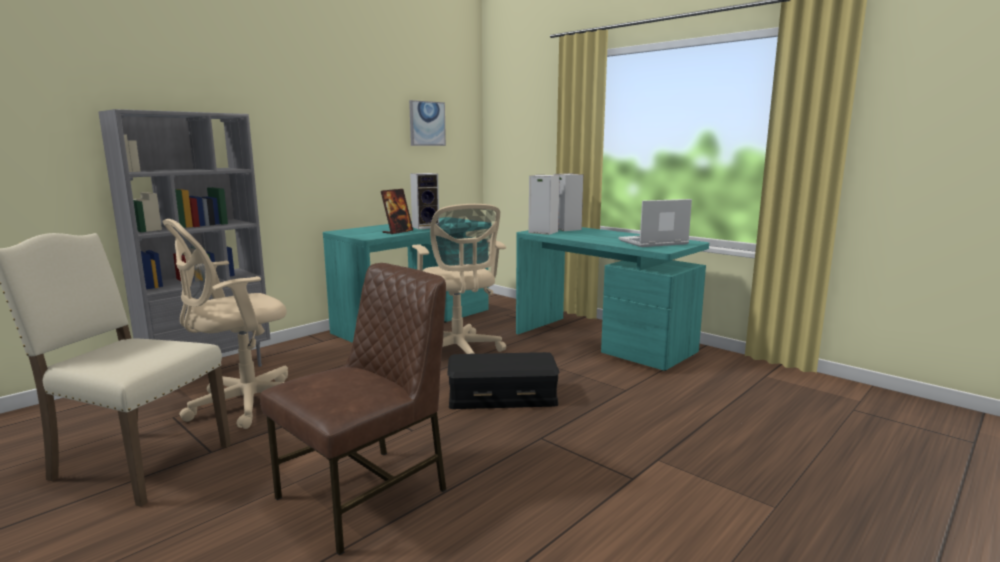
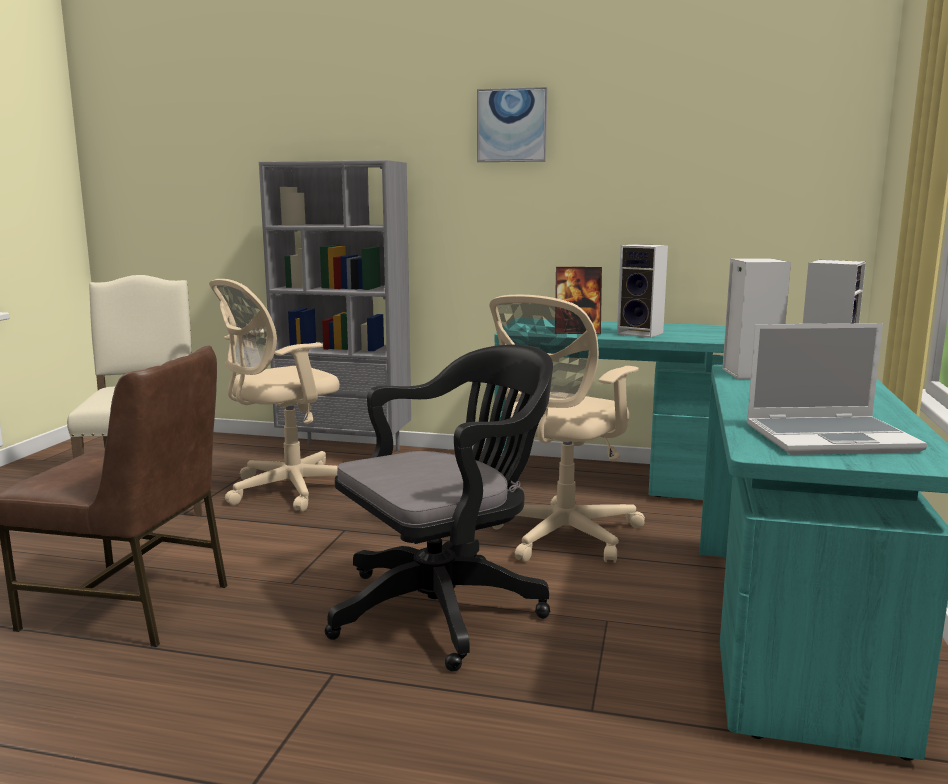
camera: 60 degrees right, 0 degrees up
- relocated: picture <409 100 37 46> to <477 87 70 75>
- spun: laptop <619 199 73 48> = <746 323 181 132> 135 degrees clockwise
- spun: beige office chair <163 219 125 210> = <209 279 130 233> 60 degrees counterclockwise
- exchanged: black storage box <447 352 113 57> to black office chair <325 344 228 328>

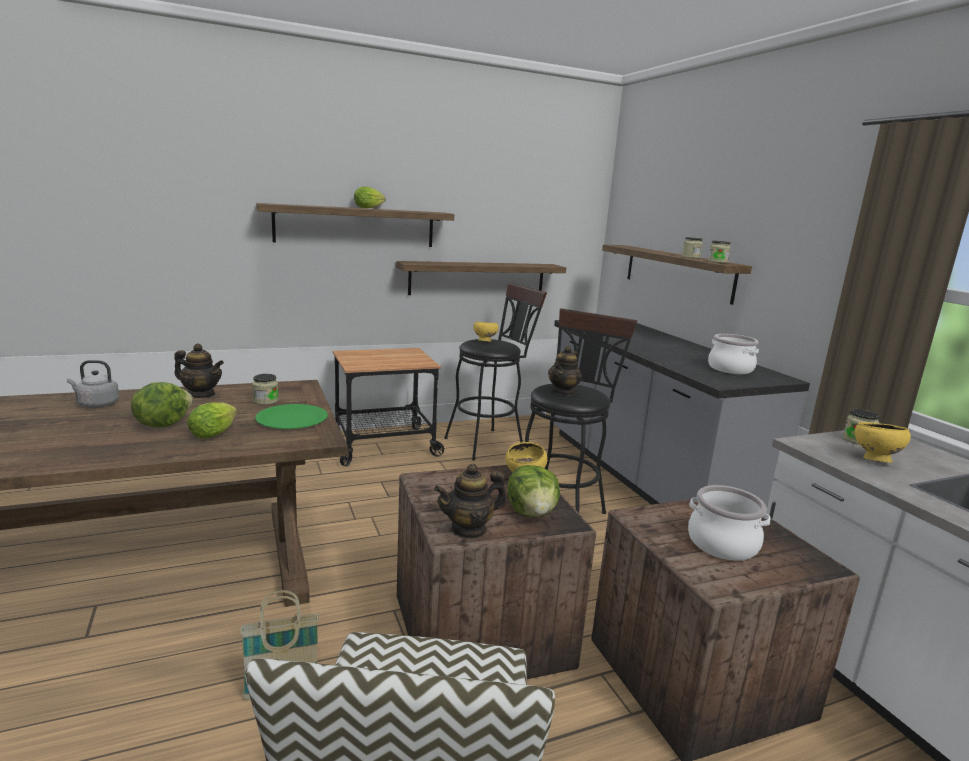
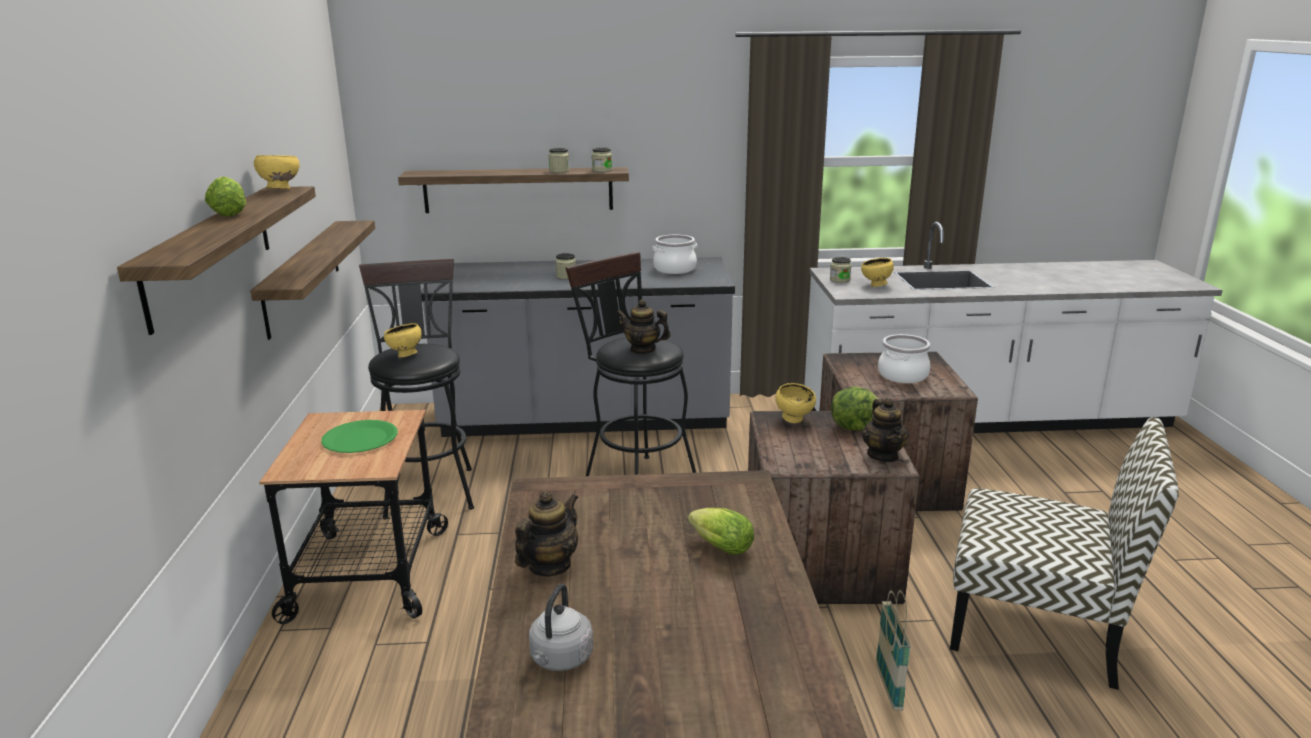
camera: 70 degrees left, 5 degrees up
- spun: teapot <548 346 34 50> = <616 300 54 54> 150 degrees clockwise
- relocated: jar <252 374 27 31> to <555 253 21 26>
- missing: lettuce <131 382 62 46>
- relocated: green plate <255 404 72 25> to <321 420 77 33>
- appeared: yellow bowl <254 155 46 34>

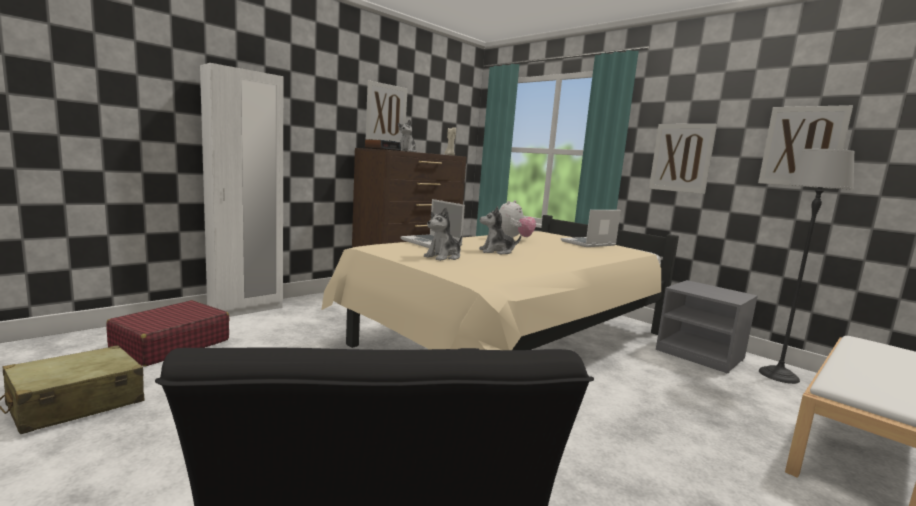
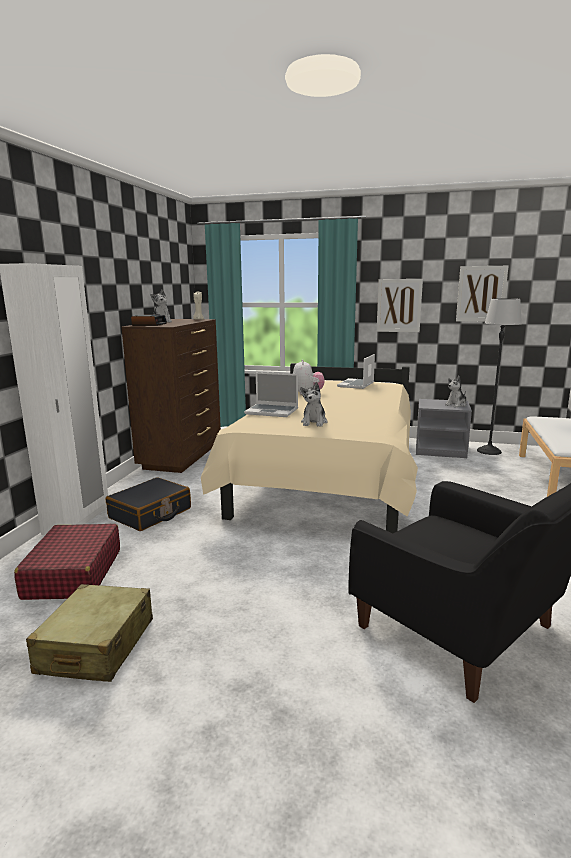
camera: 30 degrees left, 5 degrees up
- missing: picture <366 80 42 62>
- relocated: plush toy <479 206 42 49> to <445 376 22 32>
- appeared: black suitcase <106 477 85 54>

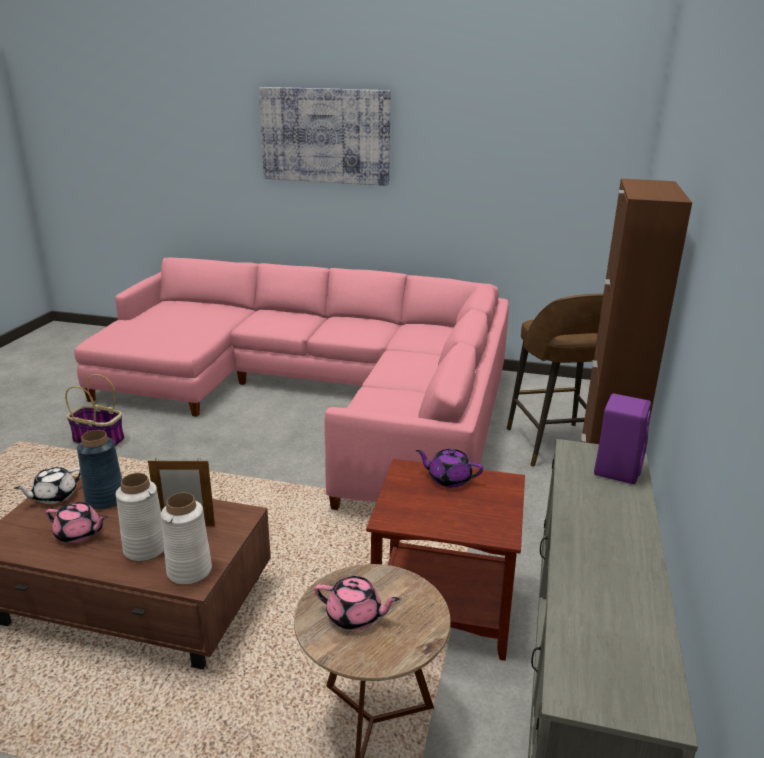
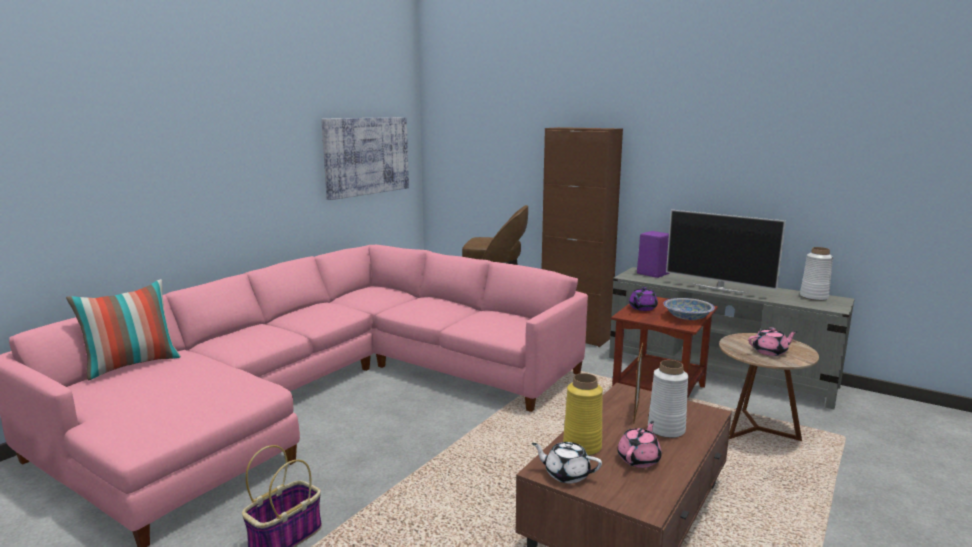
camera: 70 degrees left, 10 degrees down
- relocated: picture <259 87 132 99> to <321 117 88 83>
- colour: blue vase <77 430 45 80> to yellow vase <563 373 40 83>
- spun: white teapot <14 467 67 37> = <532 442 70 41> 135 degrees clockwise
- relocated: white vase <161 493 51 92> to <800 247 33 54>
- spun: pink teapot <315 576 85 54> = <748 327 49 29> 45 degrees clockwise
- appeared: television <666 210 120 84>
- appeared: pillow <66 279 115 102>
- appeared: bowl <663 298 52 22>

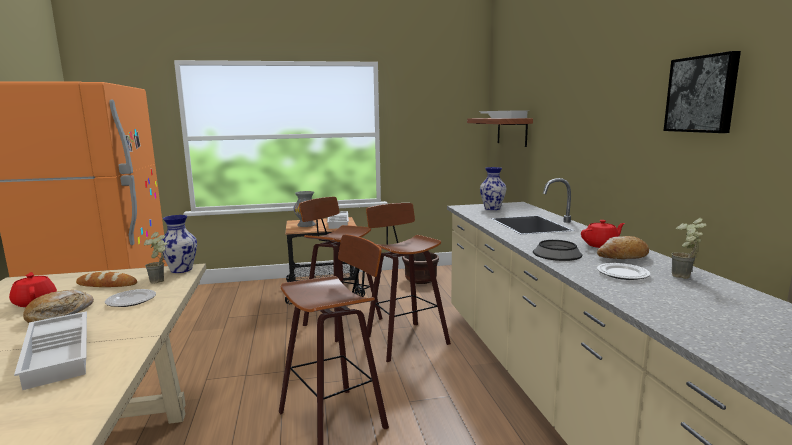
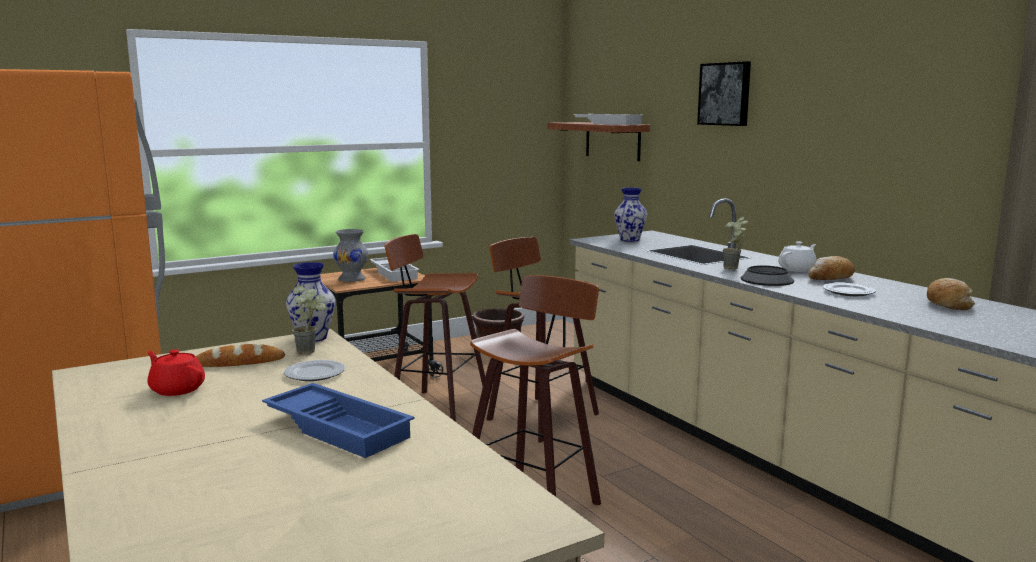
camera: 20 degrees left, 0 degrees up
- relocated: picture <663 51 78 82> to <697 61 54 65>
- relocated: potted plant <672 218 35 61> to <723 216 25 54>
- colour: red teapot <581 220 44 28> to white teapot <778 241 39 31>
- relocated: bread <23 290 71 33> to <927 278 48 32>
- colour: white tray <14 311 73 79> to blue tray <262 383 153 75>

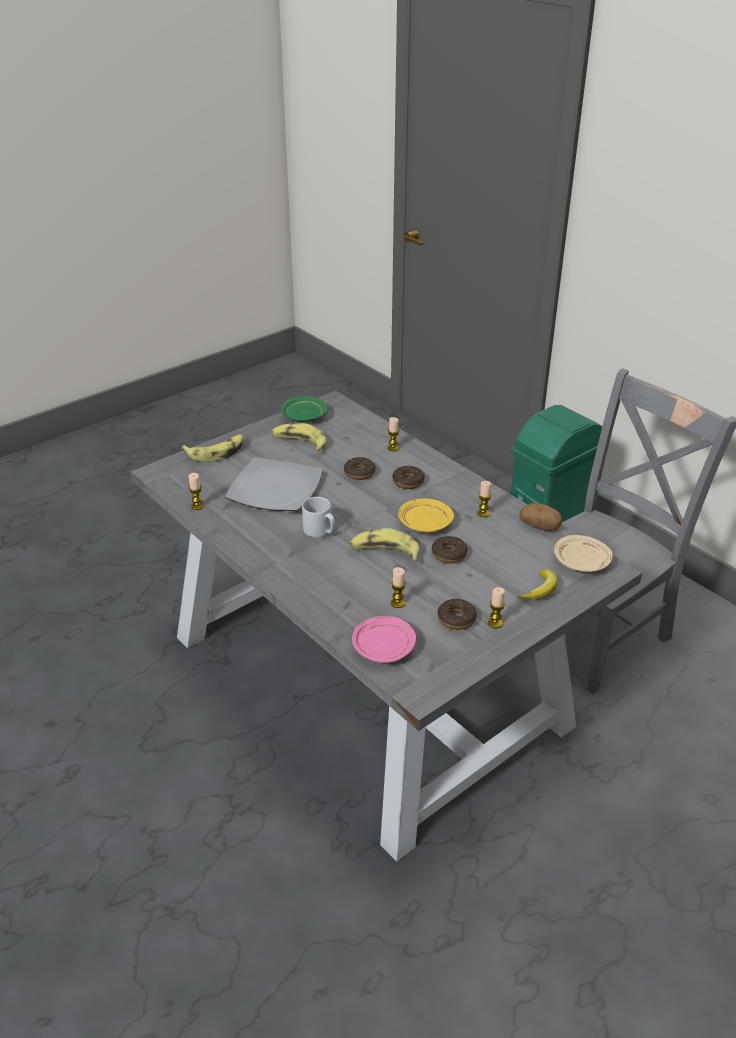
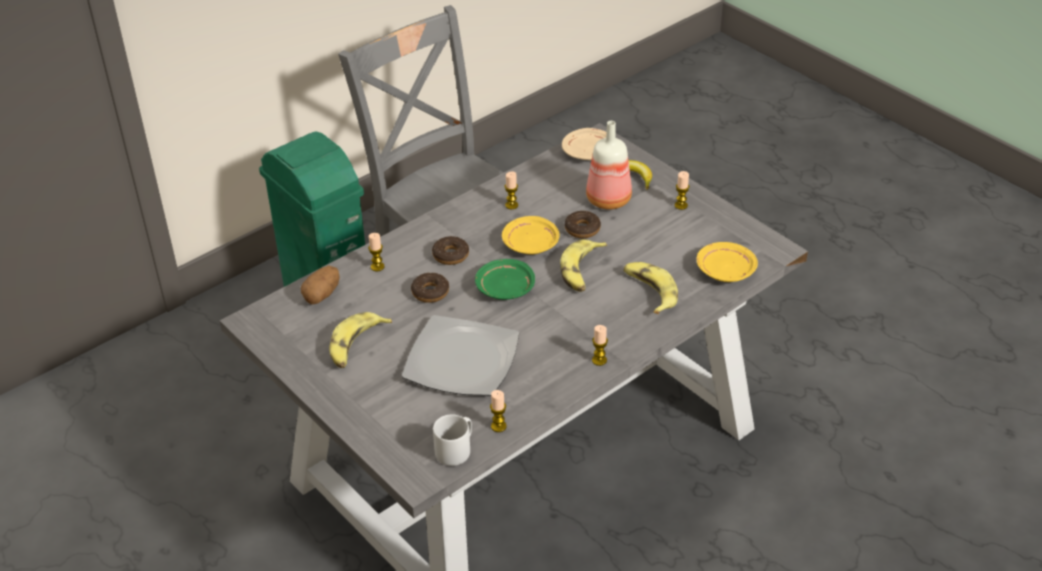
camera: 90 degrees left, 5 degrees up
- relocated: green plate <281 396 47 26> to <475 259 60 41>
- relocated: banana <182 435 61 27> to <623 262 55 52>
- relocated: grey mug <302 497 33 41> to <433 414 39 52>
- relocated: potato <519 503 43 28> to <301 265 39 39>
- relocated: candle <391 567 15 41> to <592 325 16 41>
- missing: donut <437 599 40 31>
- colour: pink plate <352 616 64 47> to yellow plate <697 242 61 40>
- appeared: bottle <586 121 46 89>

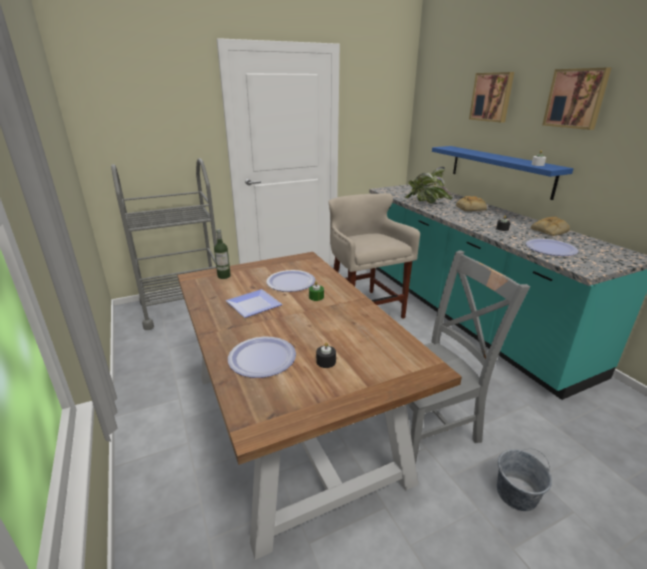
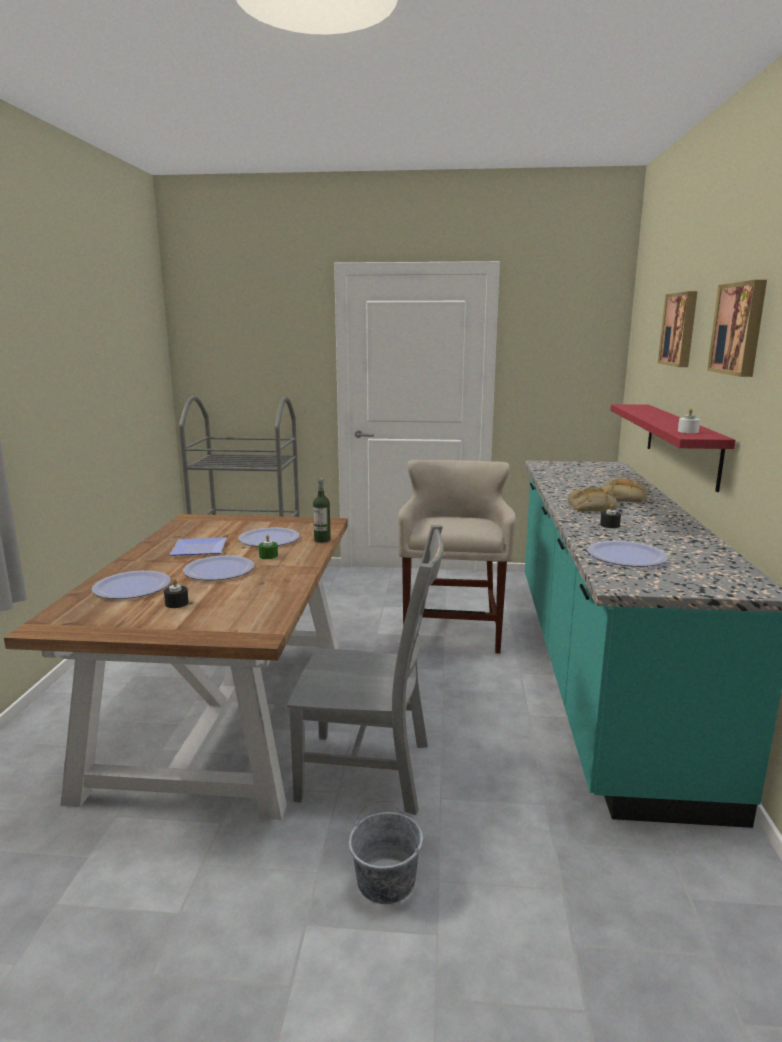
camera: 30 degrees right, 10 degrees down
- colour: blue shelf <432 146 142 54> to red shelf <610 404 126 88>
- missing: potted plant <405 167 48 36>
- relocated: bread <531 217 39 19> to <568 487 50 24>
- relocated: bottle <214 229 17 50> to <313 478 18 65>
- appeared: plate <183 556 71 24>

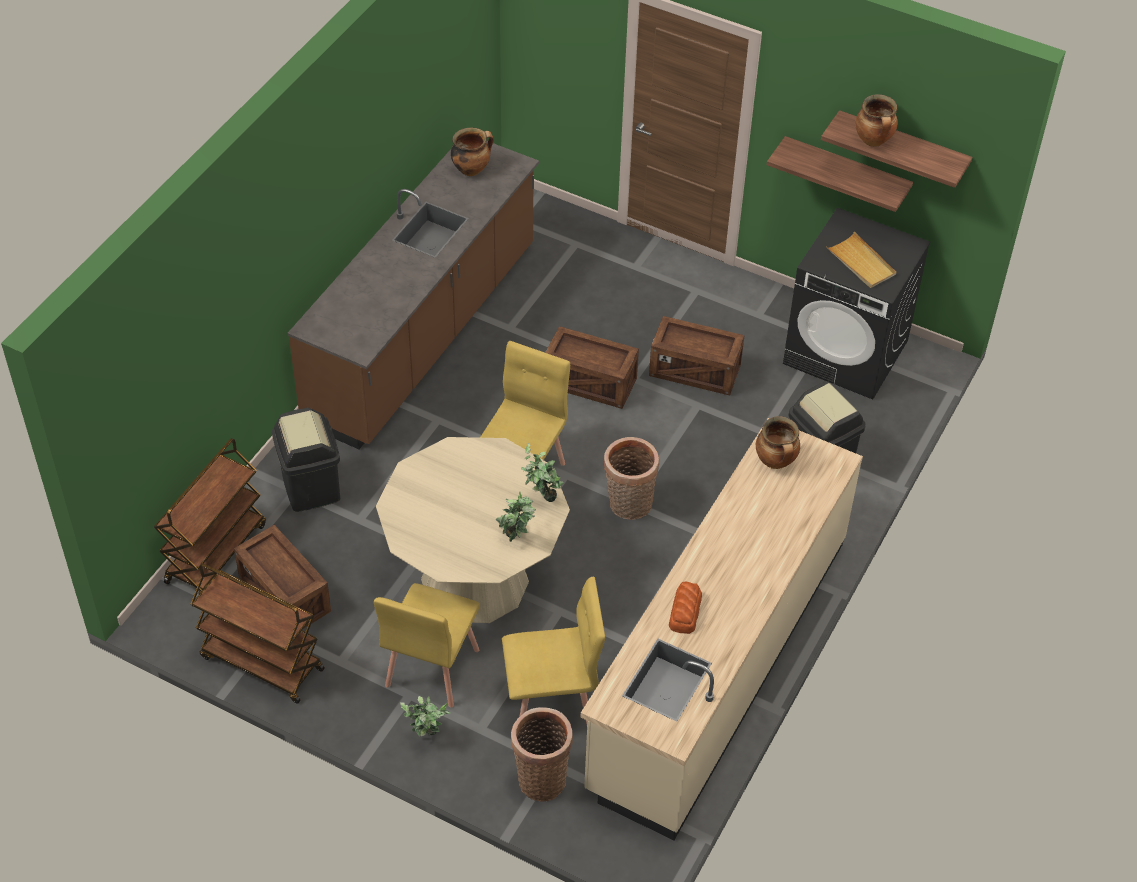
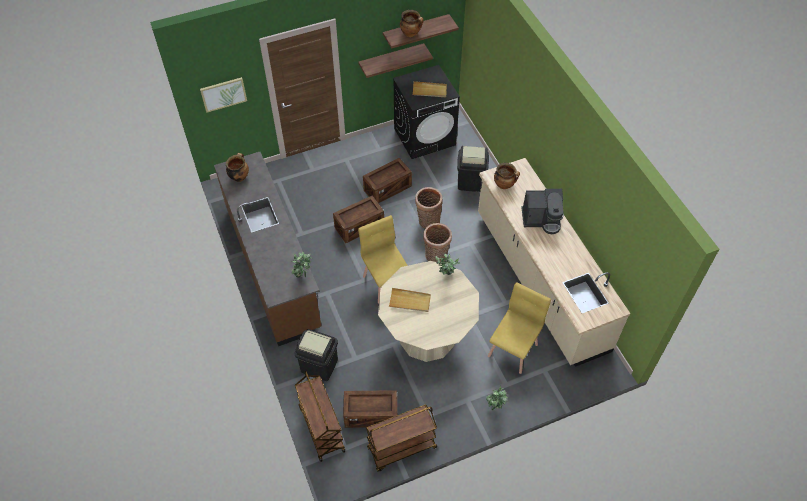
camera: 50 degrees left, 5 degrees up
- relocated: potted plant <496 492 40 50> to <291 252 21 25>
- missing: bread <669 581 33 53>
- missing: yellow chair <374 583 106 125>
- relocated: basket <511 707 62 94> to <415 187 28 42>
- appeared: picture <200 77 47 36>
- appeared: coffee machine <521 189 43 45>
- appeared: beige tray <389 288 42 24>

